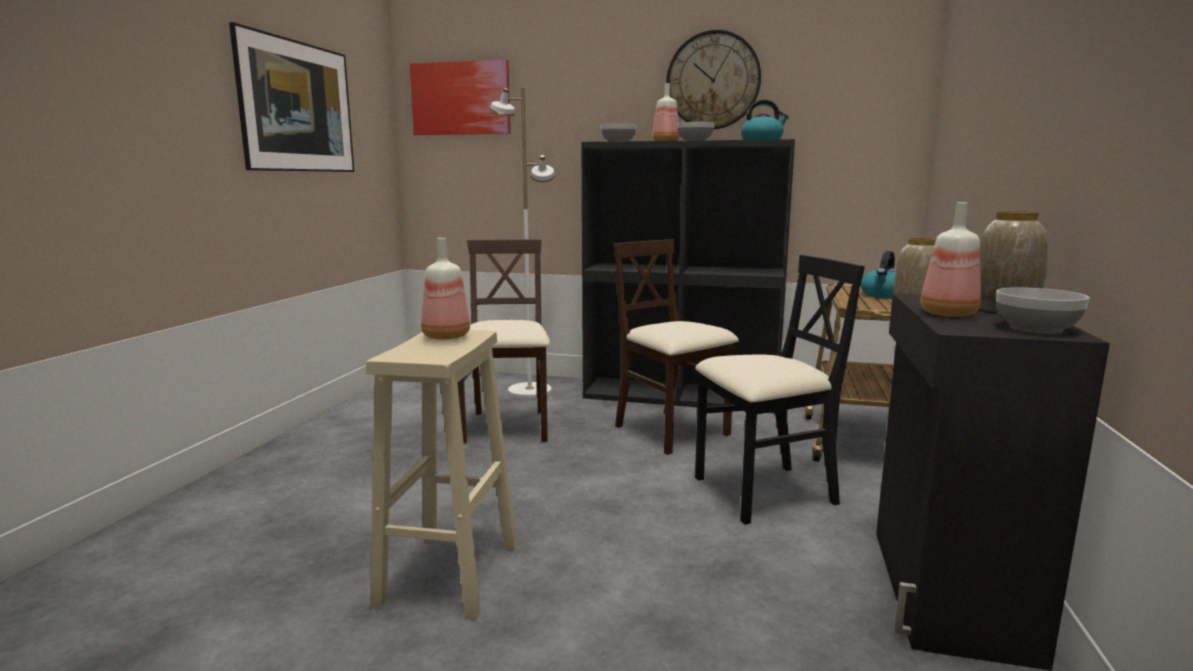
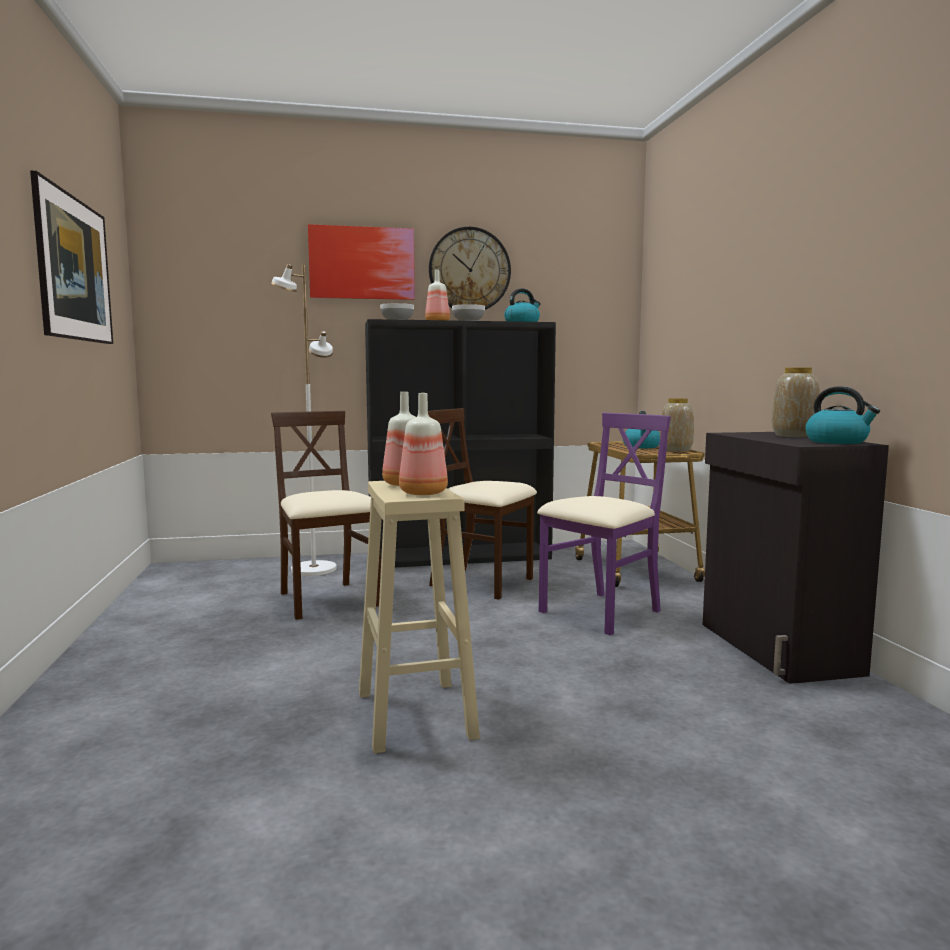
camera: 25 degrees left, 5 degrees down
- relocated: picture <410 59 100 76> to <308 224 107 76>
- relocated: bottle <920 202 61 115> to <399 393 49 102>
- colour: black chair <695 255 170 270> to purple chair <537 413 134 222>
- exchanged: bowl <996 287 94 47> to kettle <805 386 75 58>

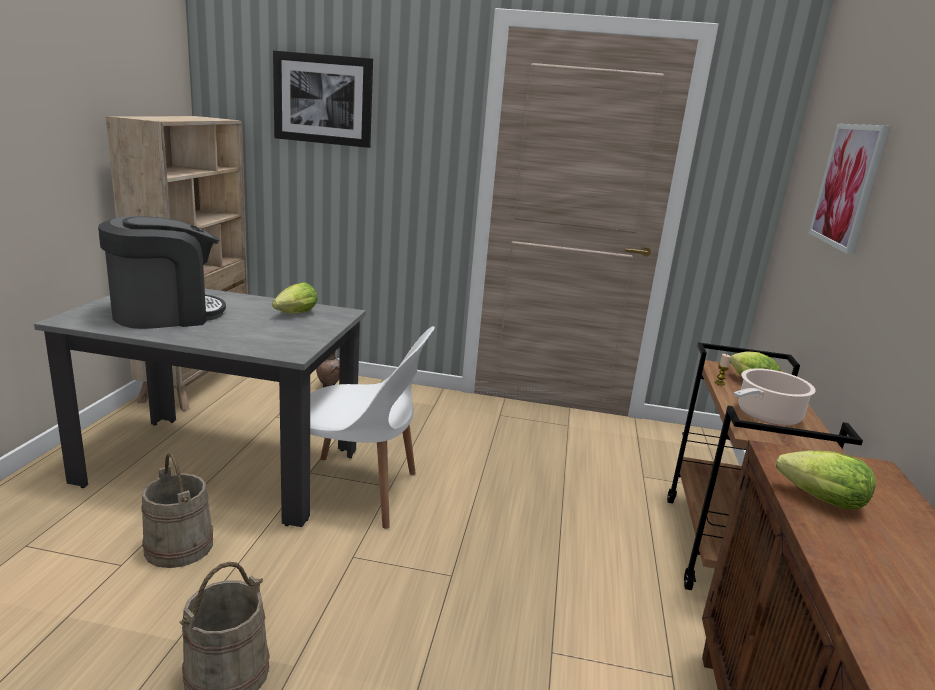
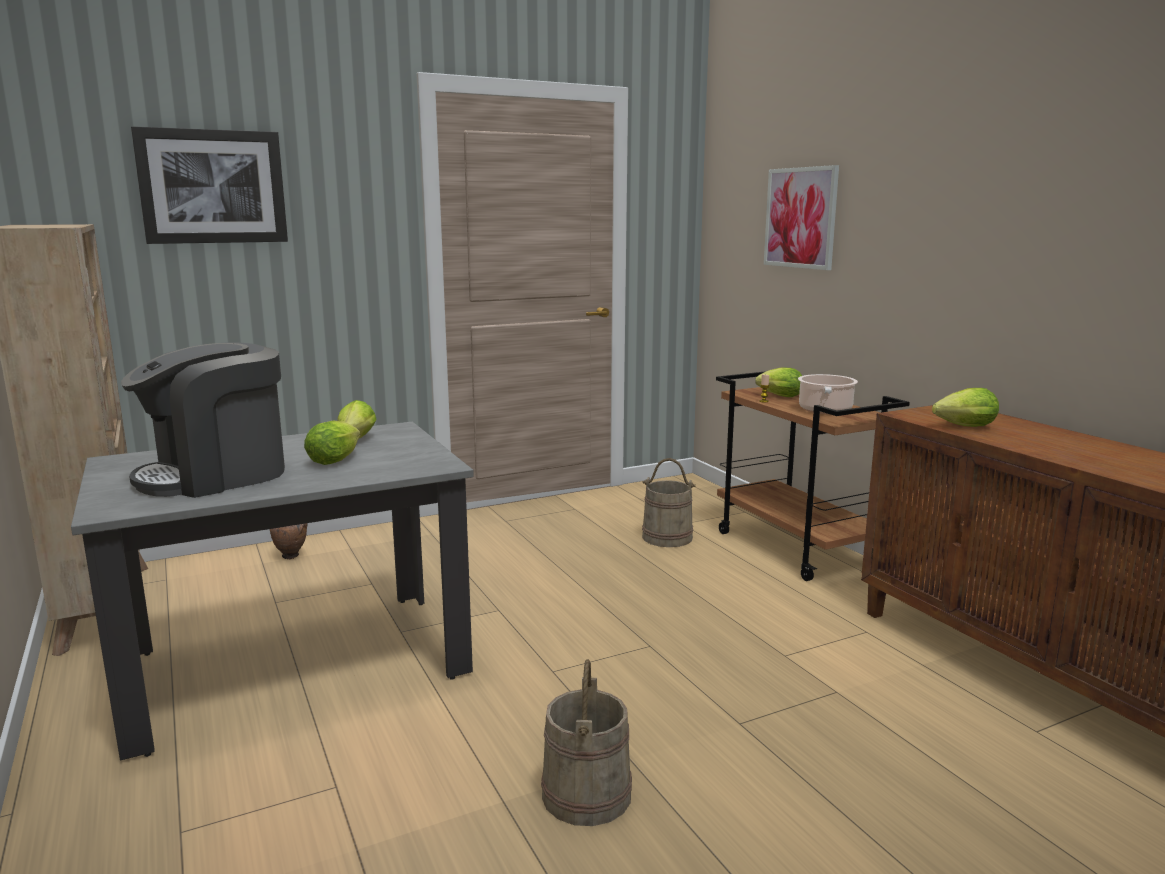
camera: 35 degrees left, 5 degrees down
- spun: coffee machine <98 216 128 113> = <121 342 164 156> 150 degrees counterclockwise
- missing: white chair <310 326 125 203>
- relocated: beige bucket <141 453 72 115> to <642 458 54 89>
- appeared: lettuce <304 421 56 44>

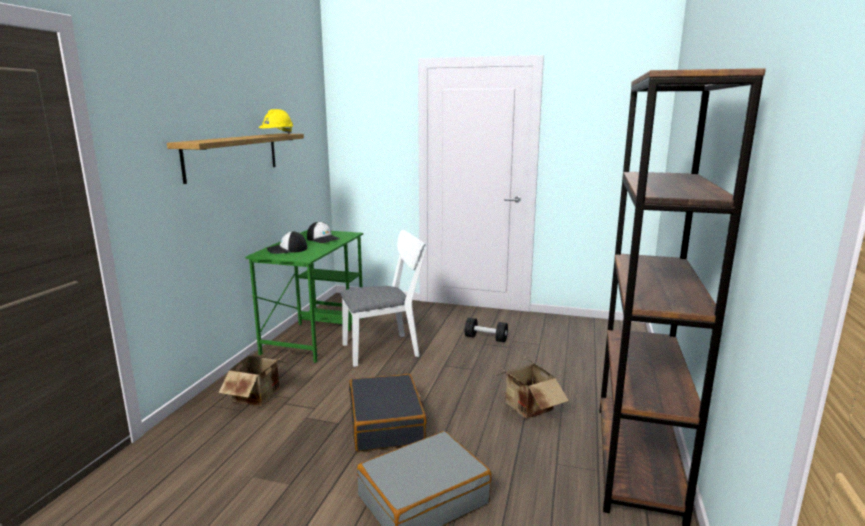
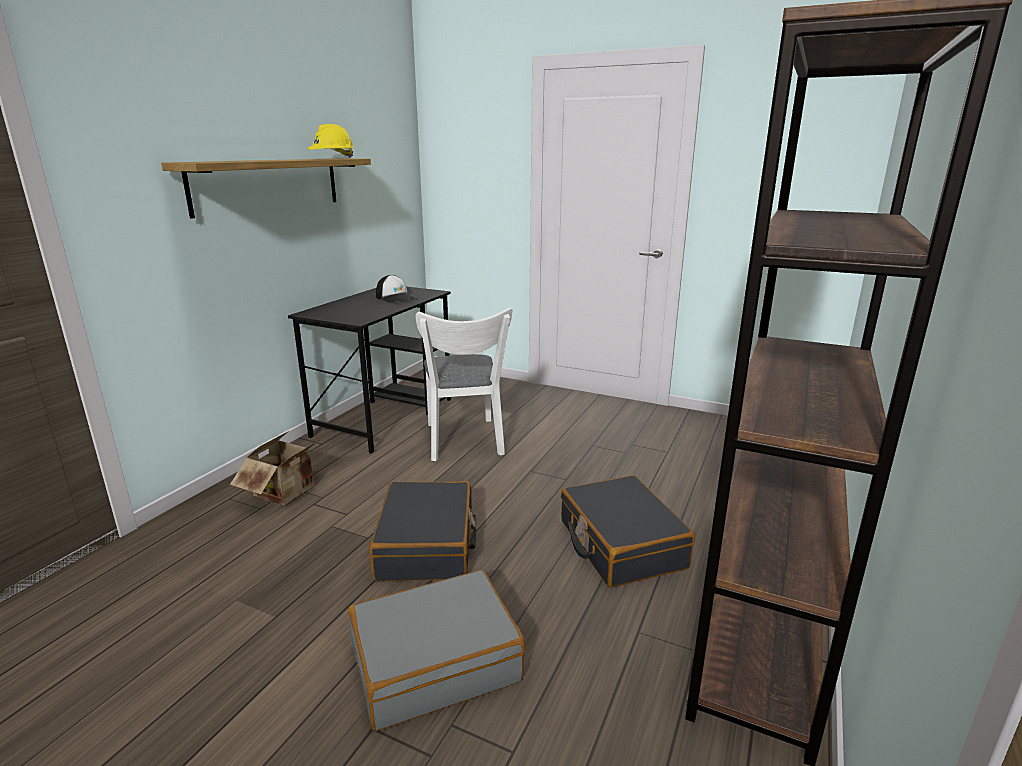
camera: 10 degrees right, 5 degrees up
- colour: green desk <245 230 118 133> to black desk <288 287 163 166>
- spun: white chair <340 230 86 137> = <416 308 96 153> 90 degrees clockwise
- missing: cap <267 231 40 23>
- missing: black dumbbell <465 318 43 24>
- exchanged: cardboard box <495 356 74 63> to black suitcase <561 475 134 113>

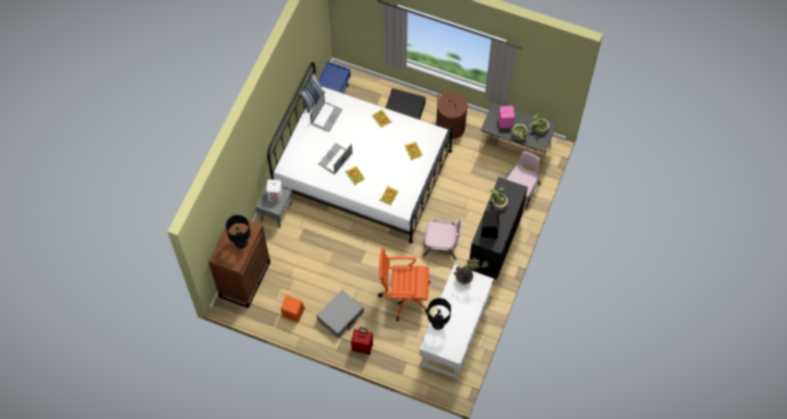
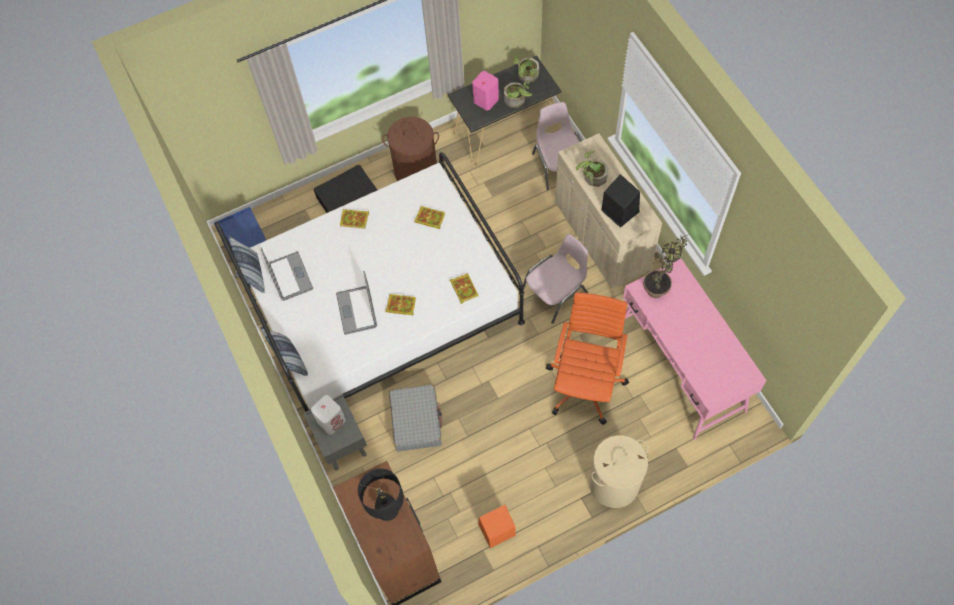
camera: 45 degrees left, 0 degrees up
- colour: black cabinet <468 177 60 103> to beige cabinet <555 133 107 156>
- spun: orange office chair <378 248 53 73> = <546 292 83 133> 150 degrees clockwise
- colour: white desk <419 264 75 118> to pink desk <623 259 144 181>
- relocated: grey suitcase <317 290 47 48> to <389 384 53 68>
- missing: black table lamp <427 298 24 32>
- exchanged: red suitcase <351 327 22 28> to beige laundry basket <589 435 59 73>
- appeared: pillow <260 326 48 50>

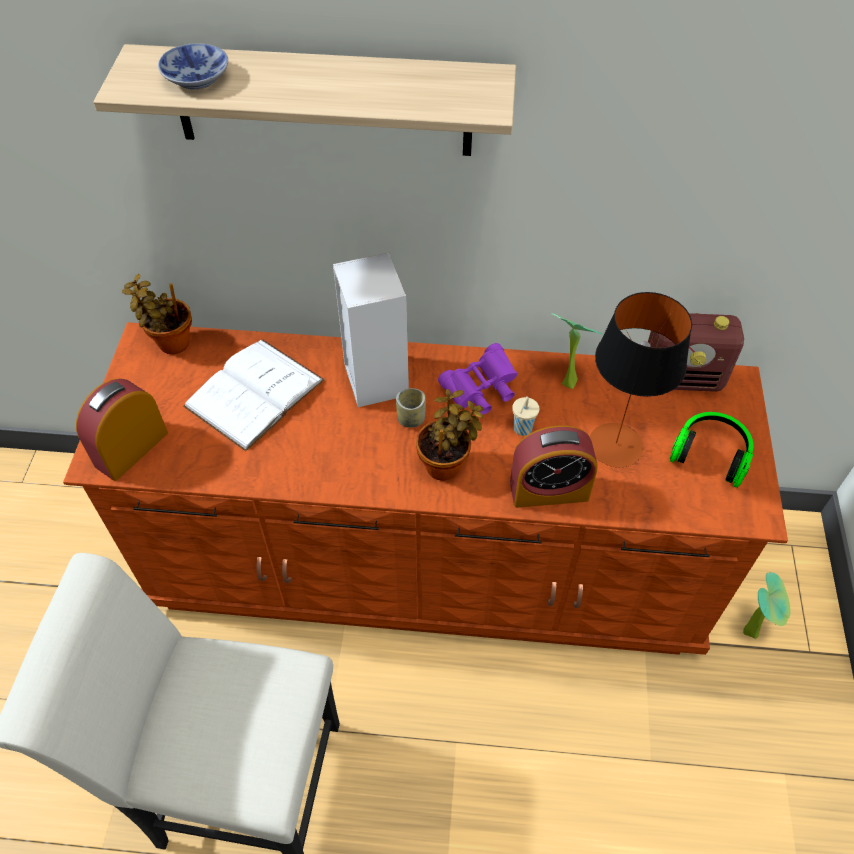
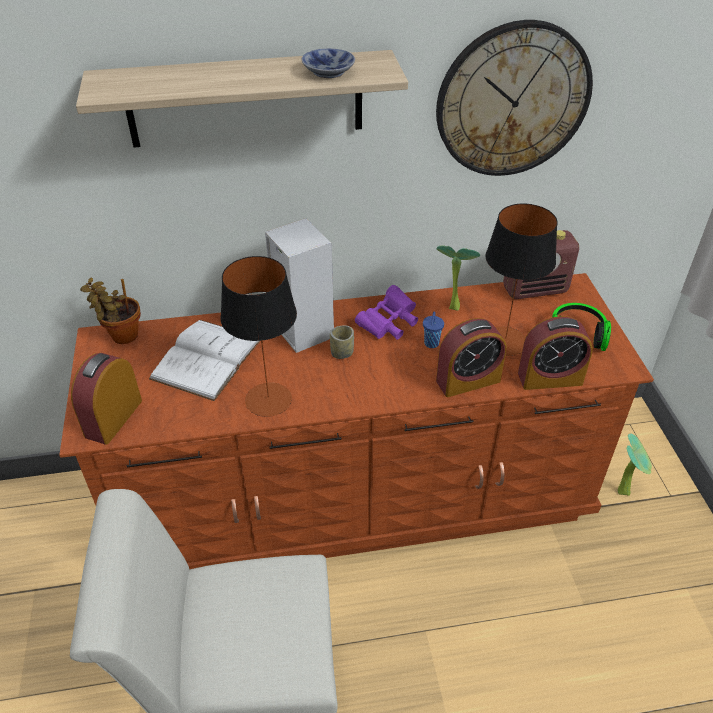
camera: 15 degrees left, 10 degrees down
- relocated: bowl <158 43 70 46> to <302 48 53 30>
- missing: potted plant <416 389 68 92>
- colour: beige cup <512 396 27 40> to blue cup <423 312 21 36>
- appeared: wall clock <436 20 157 156>
- appeared: table lamp <220 256 77 161>
- appeared: alarm clock <518 316 75 74>

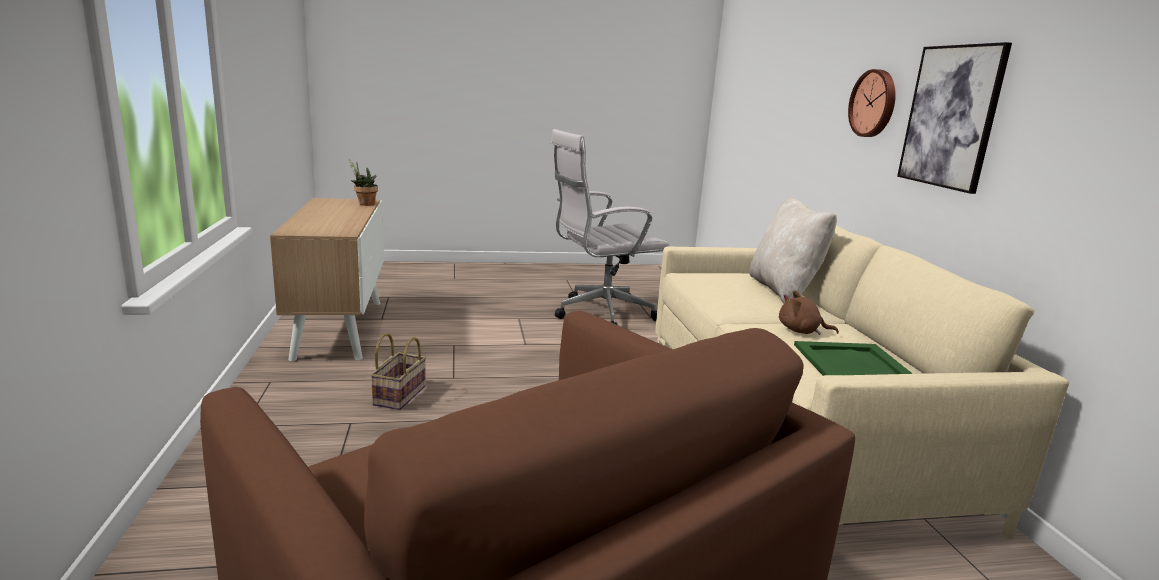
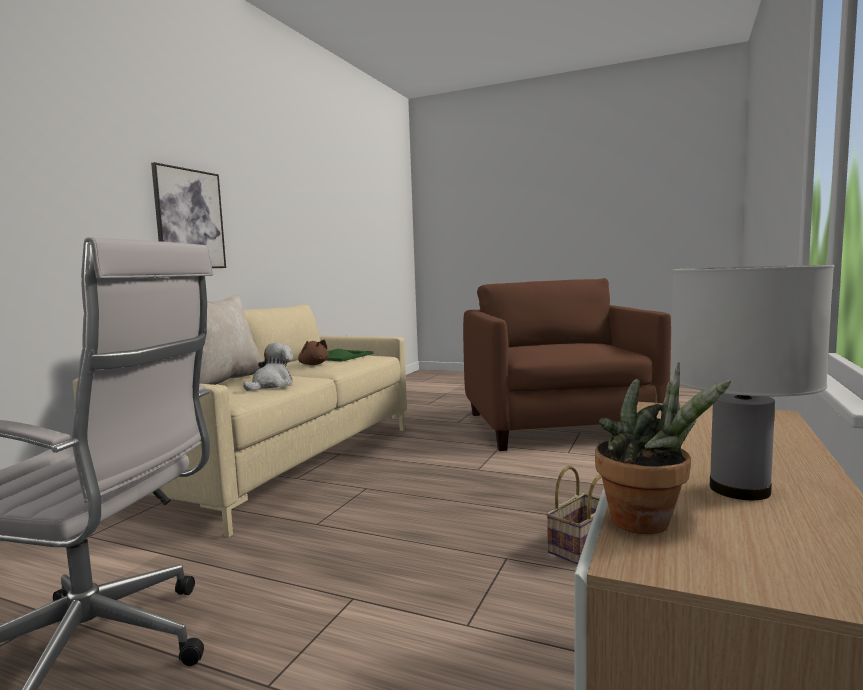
camera: 145 degrees left, 10 degrees down
- missing: wall clock <848 69 48 68>
- appeared: white table lamp <670 265 164 235>
- appeared: plush toy <243 343 50 48>

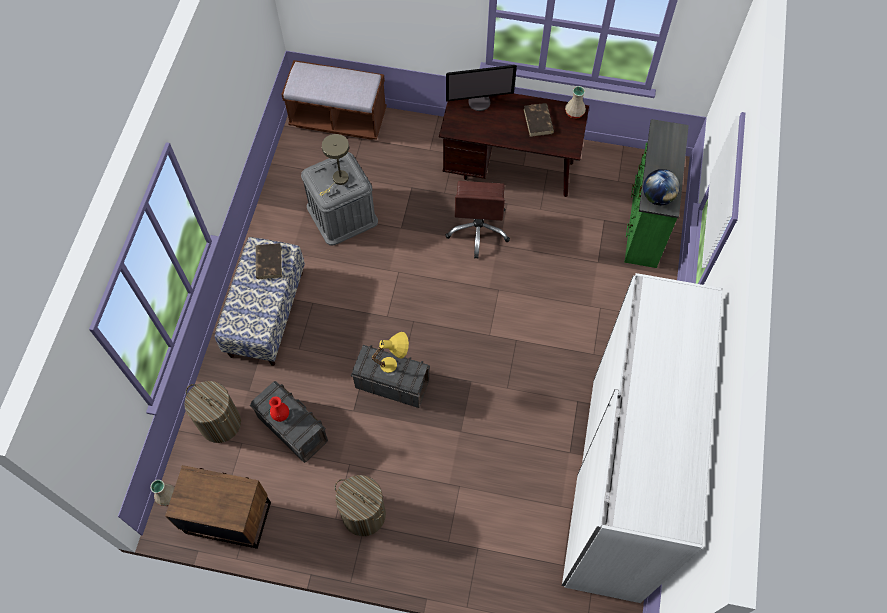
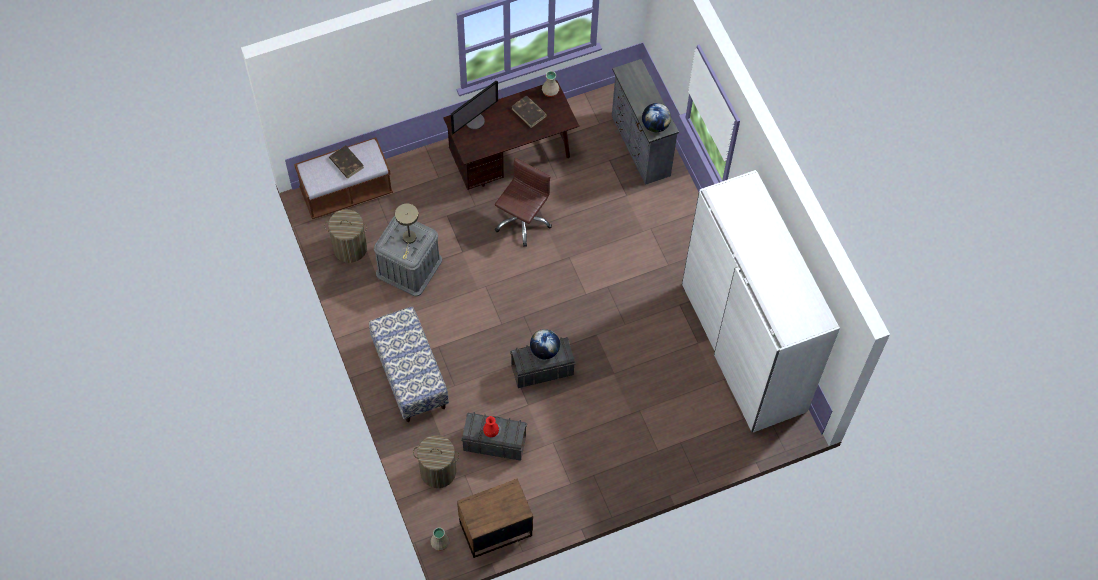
camera: 35 degrees left, 0 degrees up
- colour: green dresser <624 119 65 149> to grey dresser <612 59 67 126>
- spun: brown office chair <445 181 65 78> = <495 158 57 89> 120 degrees counterclockwise
- relocated: brown book <256 243 26 36> to <329 145 35 33>
- exchanged: yellow table lamp <372 332 37 41> to globe <530 329 30 30>
- relocated: laundry basket <335 475 51 61> to <324 209 43 54>

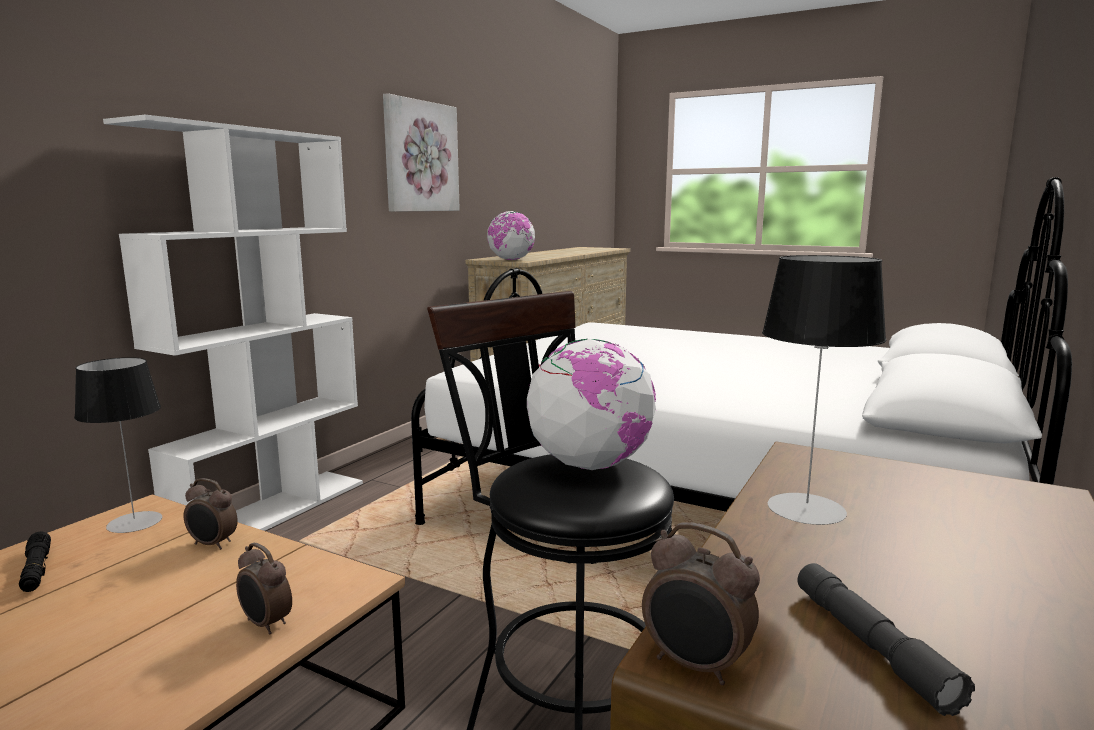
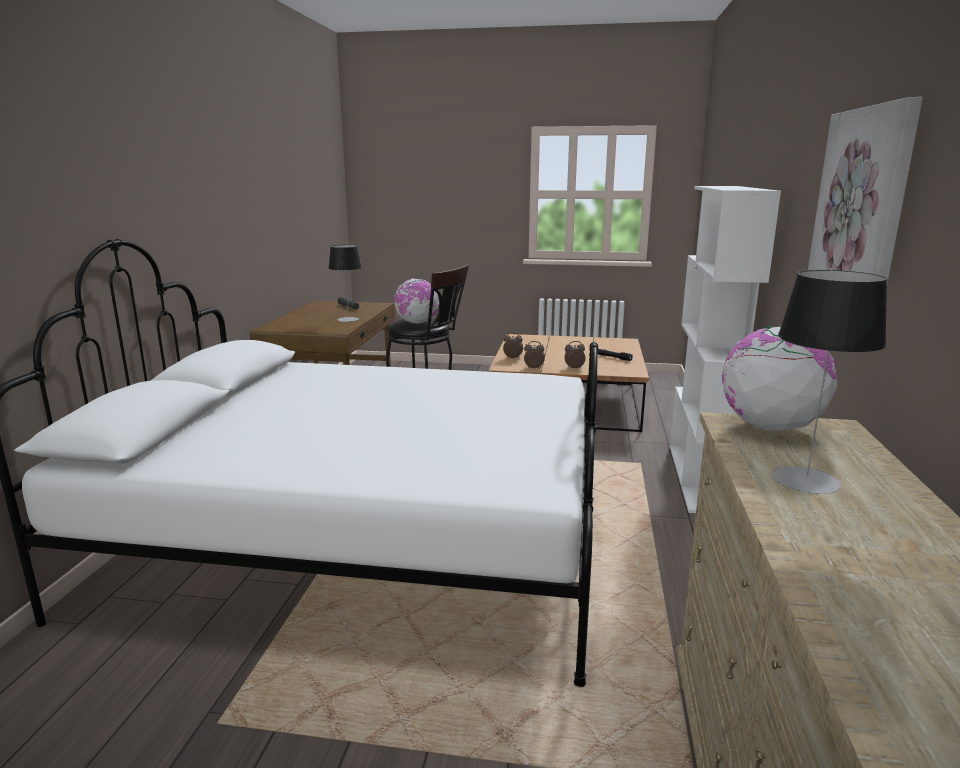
camera: 160 degrees right, 5 degrees up
- relocated: table lamp <74 357 88 176> to <773 270 114 224>
- relocated: alarm clock <642 522 118 163> to <524 341 21 28>

